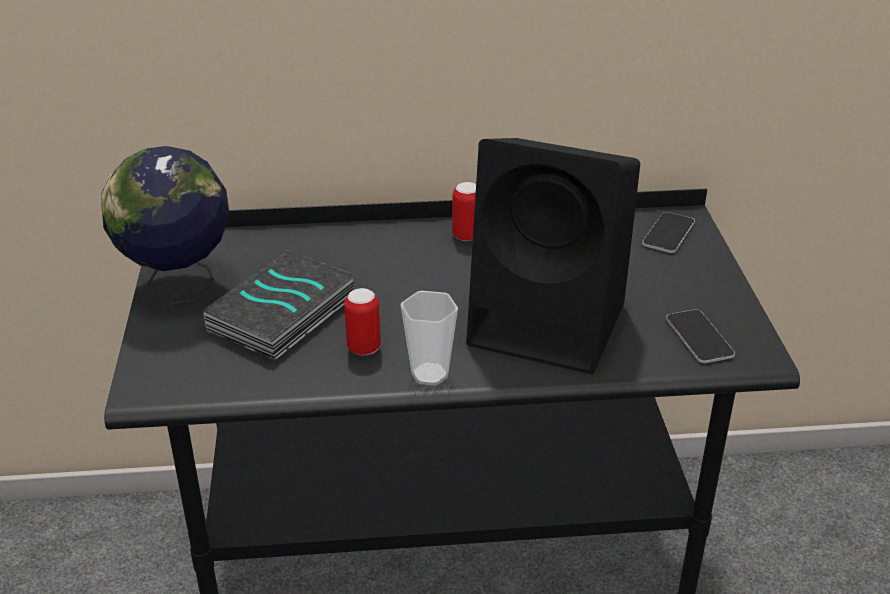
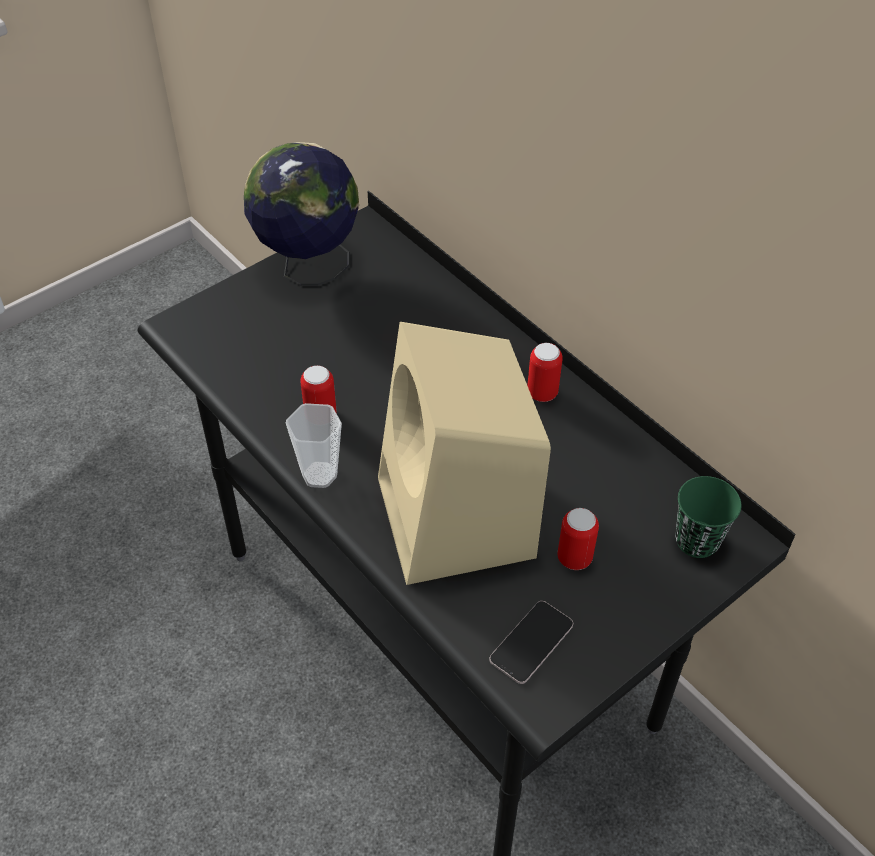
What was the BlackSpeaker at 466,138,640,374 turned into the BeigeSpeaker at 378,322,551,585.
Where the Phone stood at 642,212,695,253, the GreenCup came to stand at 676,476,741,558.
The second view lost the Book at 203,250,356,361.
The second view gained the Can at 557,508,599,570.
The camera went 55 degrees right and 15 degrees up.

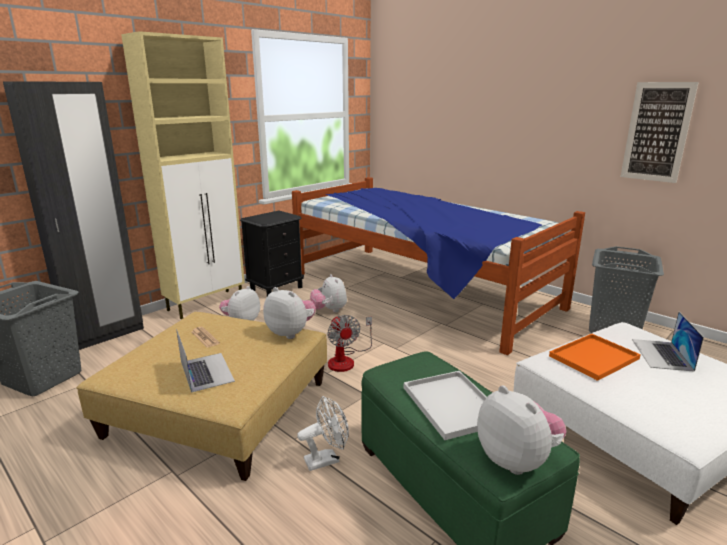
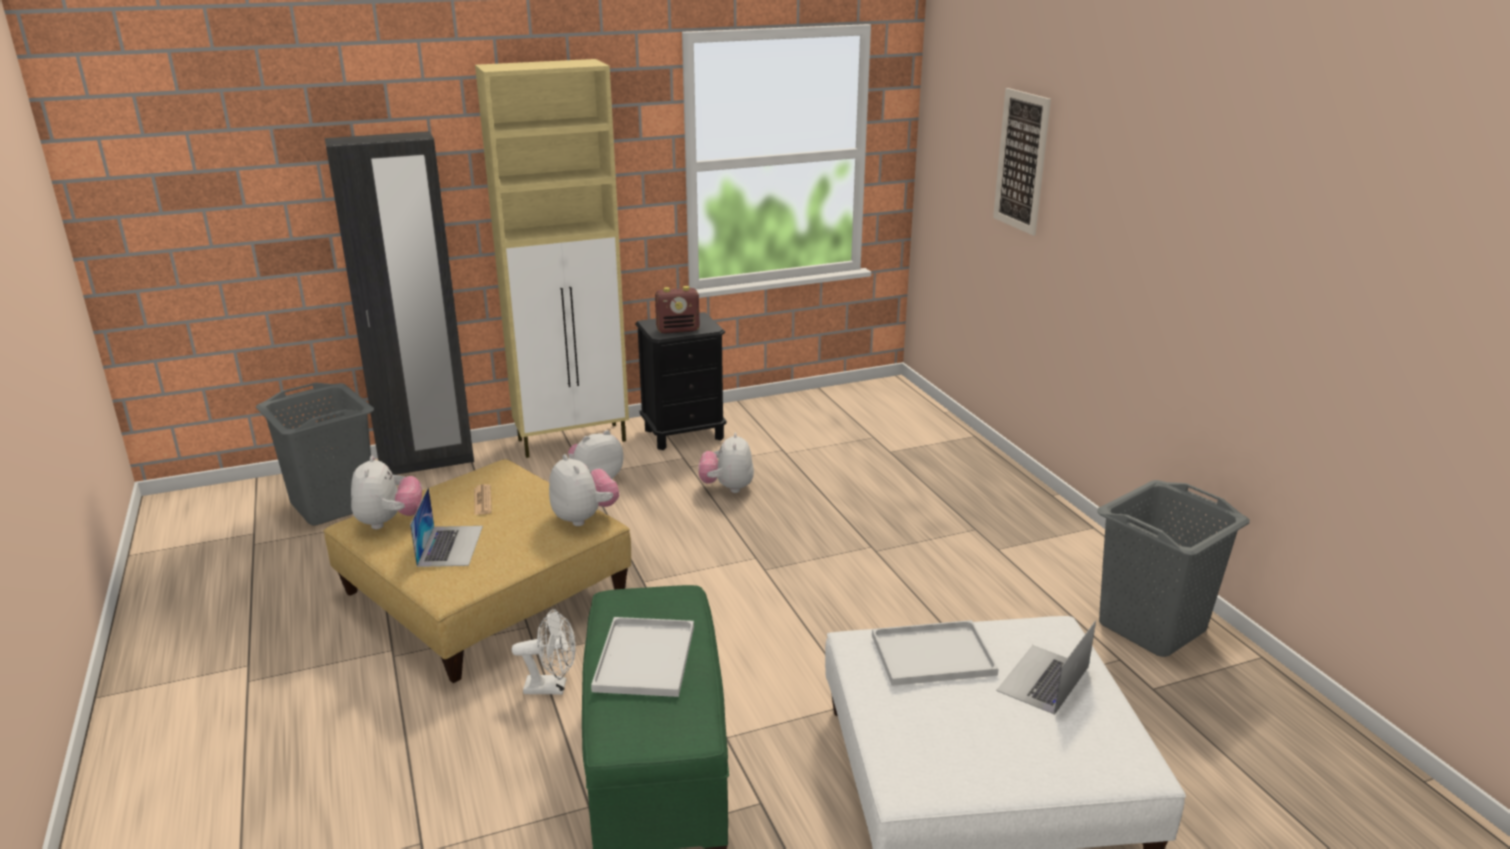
The Picture ended up elsewhere, having gone from 621,82,699,183 to 993,88,1051,236.
The second view lost the Bed at 292,177,585,355.
The second view lost the Fan at 327,315,372,372.
What was the OrangeTray at 549,334,641,381 turned into the WhiteTray at 872,620,999,686.
The PlushToy ended up elsewhere, having gone from 477,385,566,475 to 351,455,422,529.
The second view gained the Radio at 655,286,700,333.
The camera went 25 degrees right and 5 degrees up.

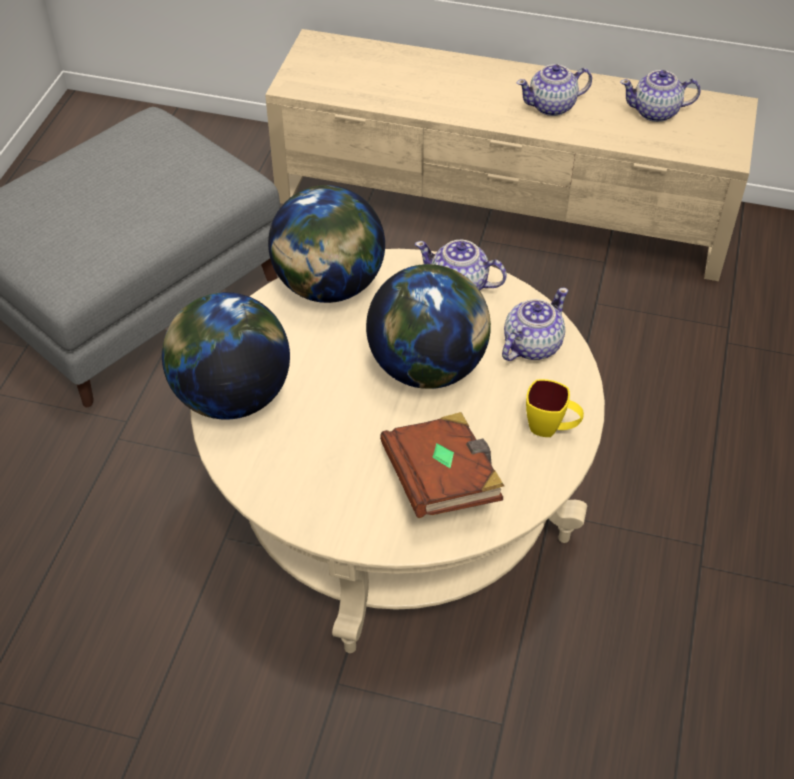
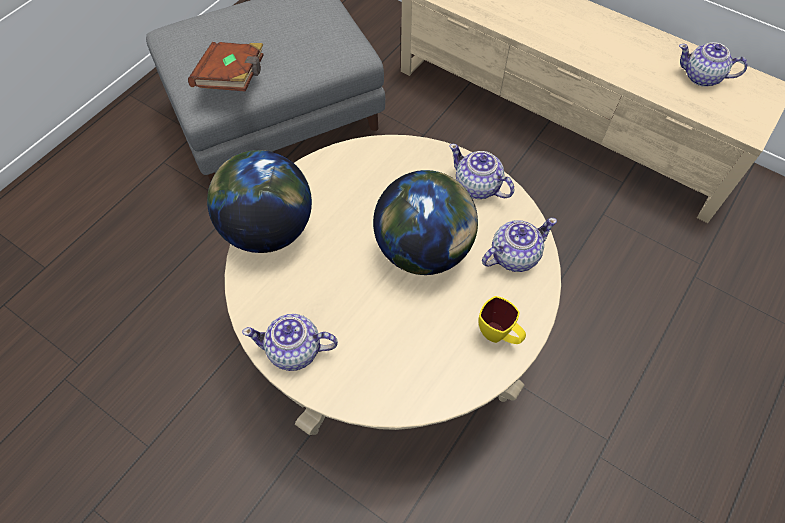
The Teapot ended up elsewhere, having gone from 517,64,592,116 to 242,314,338,371.
The second view lost the Globe at 268,185,385,303.
The BrownBook ended up elsewhere, having gone from 380,412,504,518 to 188,42,264,92.
The camera went 20 degrees right and 10 degrees up.

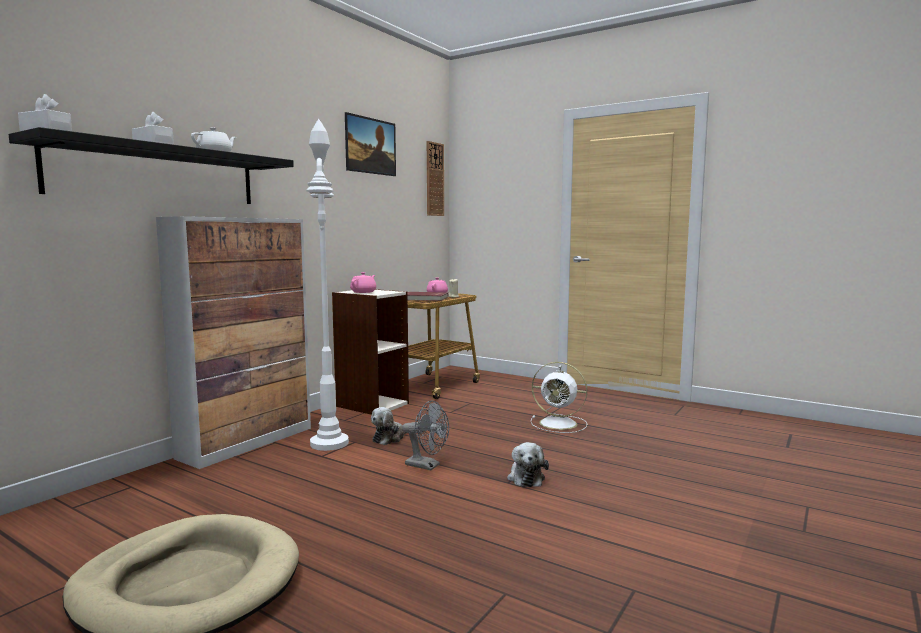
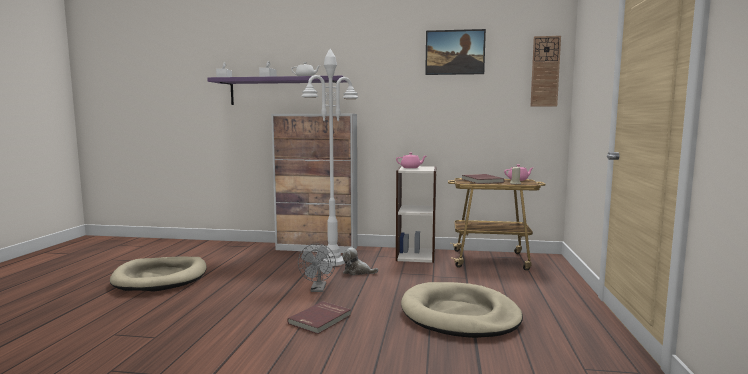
What was the BlackShelf at 9,127,294,204 turned into the PurpleShelf at 207,76,349,105.
Where the WhiteFan stood at 531,362,587,433, the BeigeDogBed came to stand at 401,282,523,338.
Where the PlushToy stood at 507,442,549,487, the RedBook came to stand at 287,301,351,334.
The camera went 65 degrees right and 0 degrees up.

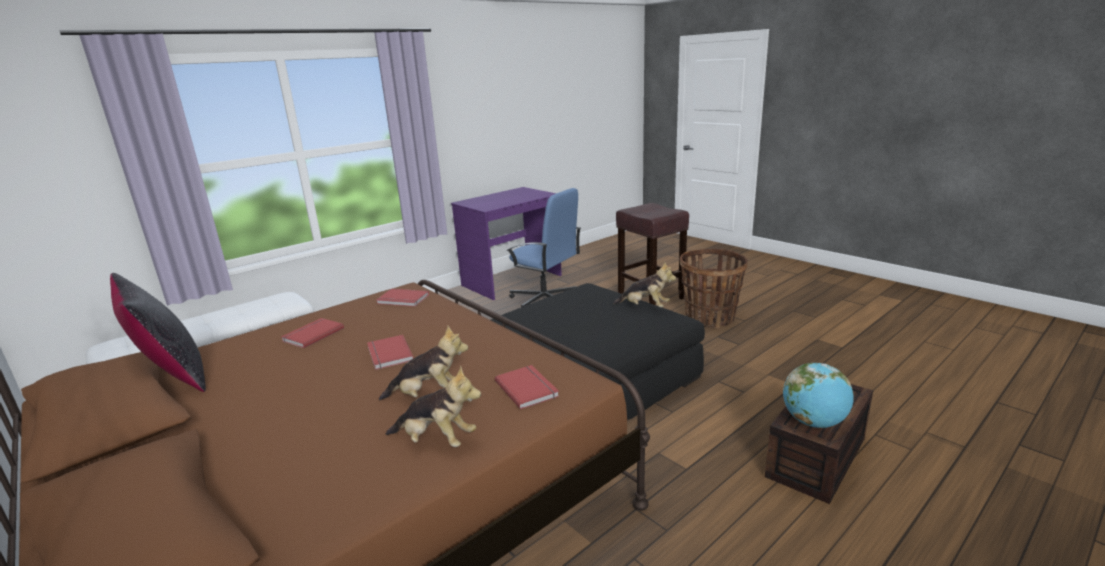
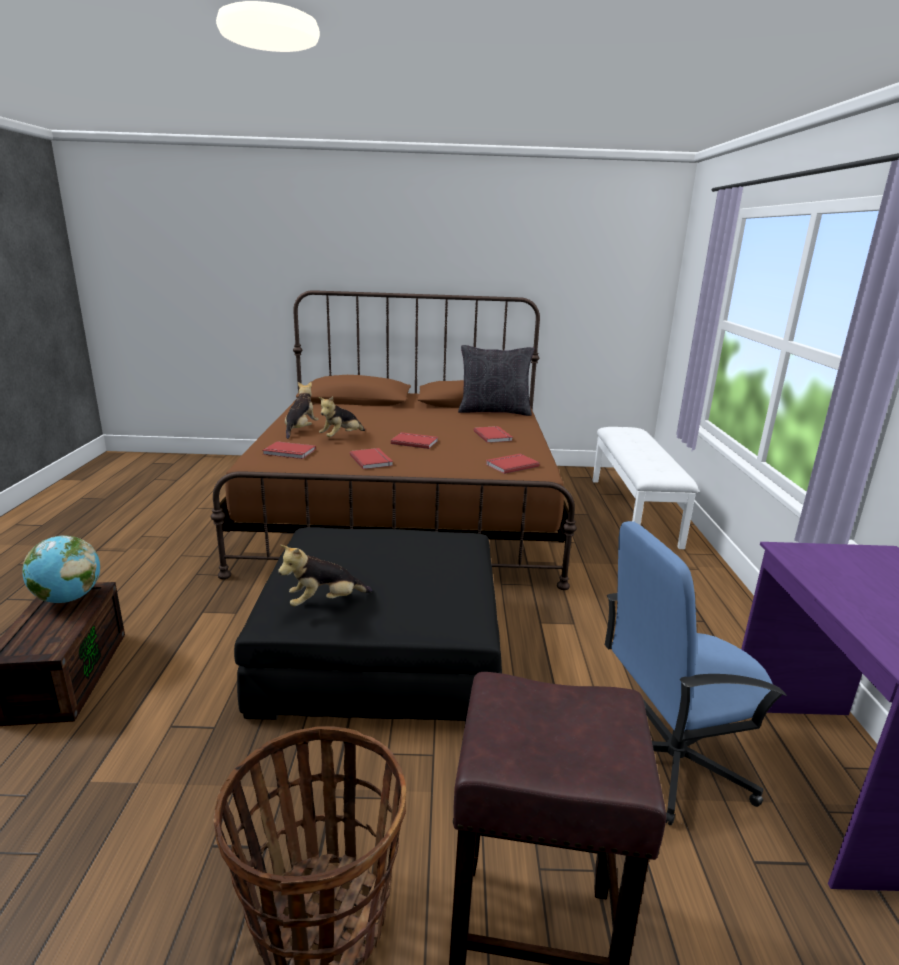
The PlushToy at 386,365,481,447 ended up facing another way, 135 degrees clockwise from before.
The second view gained the RedBook at 350,448,393,469.
The camera went 130 degrees right and 0 degrees up.

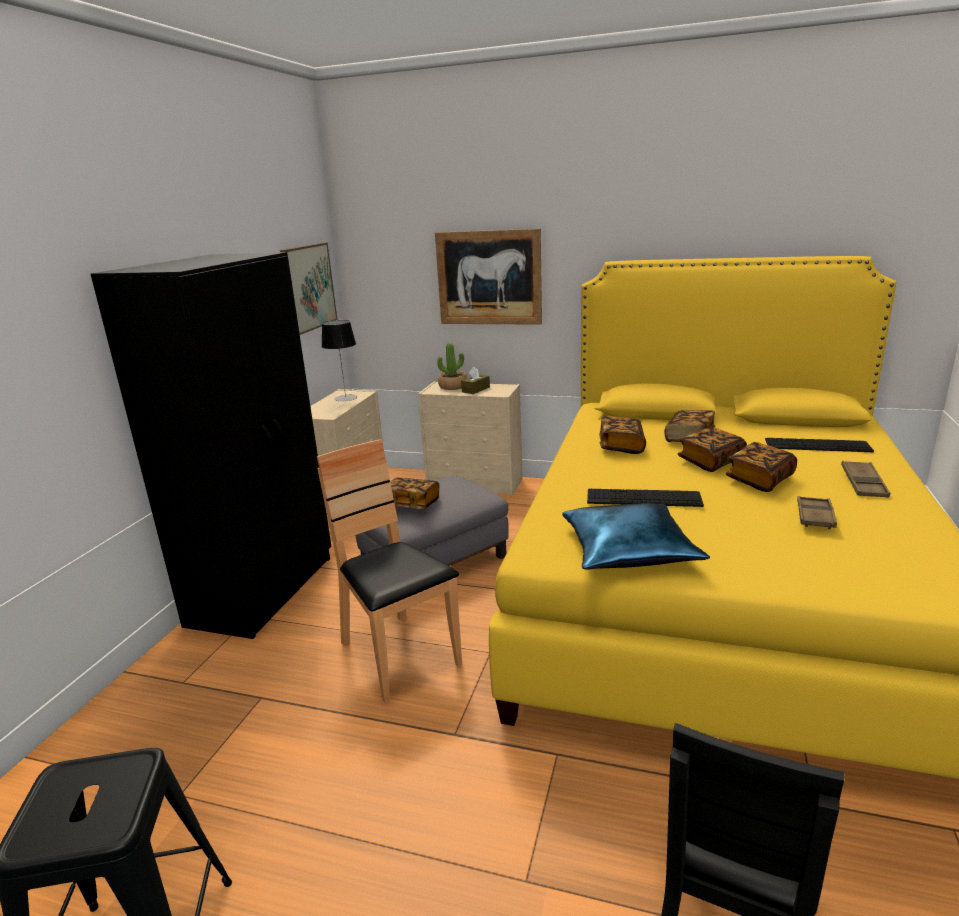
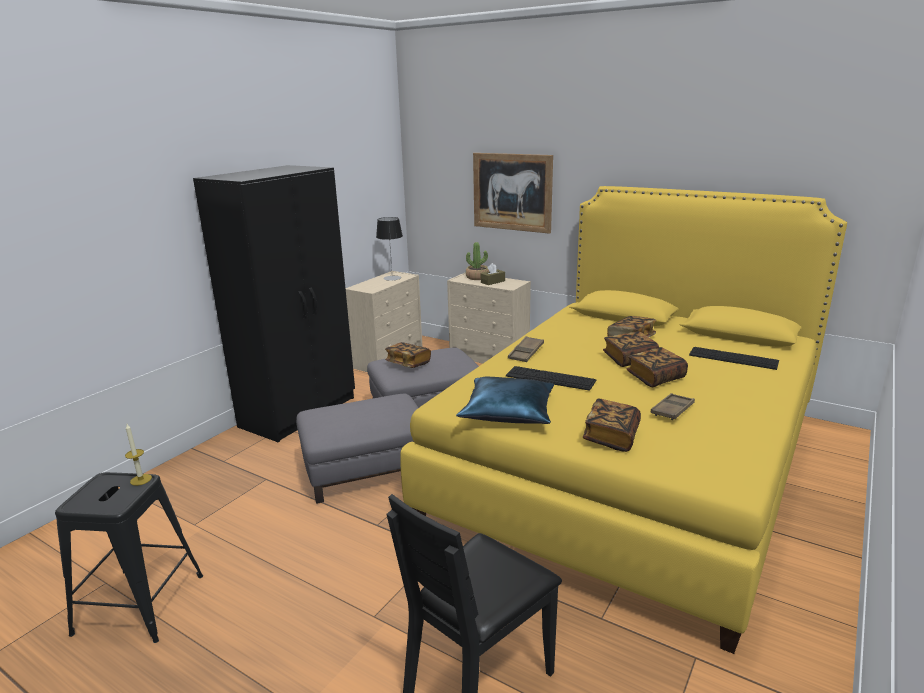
The second view lost the Picture at 280,243,337,335.
The Book ended up elsewhere, having gone from 599,416,646,454 to 583,399,641,452.
Where the BrownChair stood at 317,439,462,703, the GreyOttoman came to stand at 296,394,418,504.
The BrownTray ended up elsewhere, having gone from 841,461,890,497 to 508,336,544,362.
The second view gained the Candle at 125,424,152,486.
The camera went 15 degrees right and 0 degrees up.

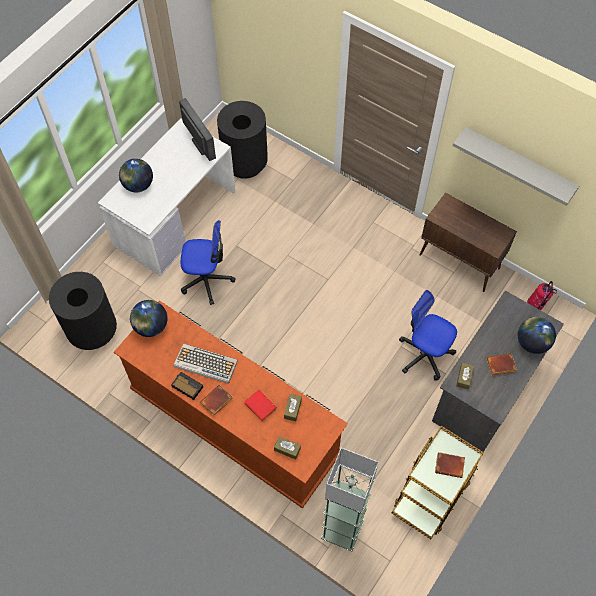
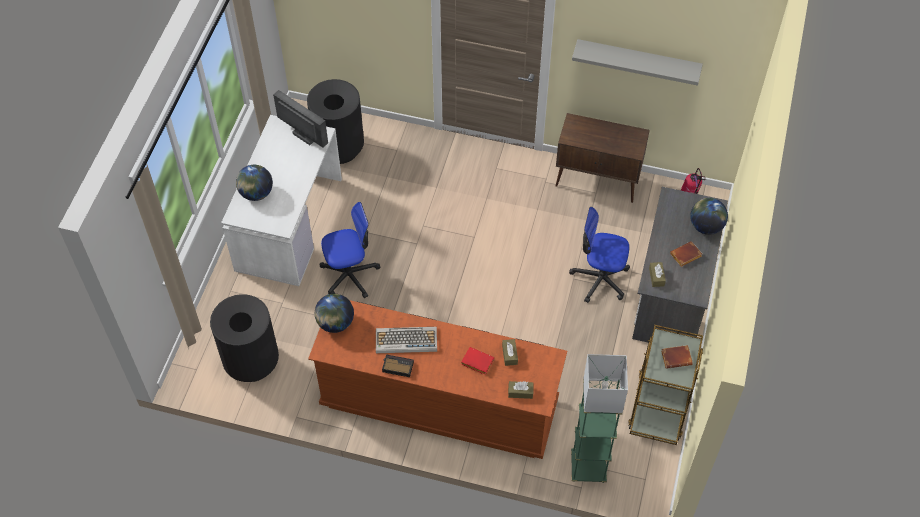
The second view lost the BrownBook at 200,385,233,416.
The camera went 20 degrees left and 5 degrees down.

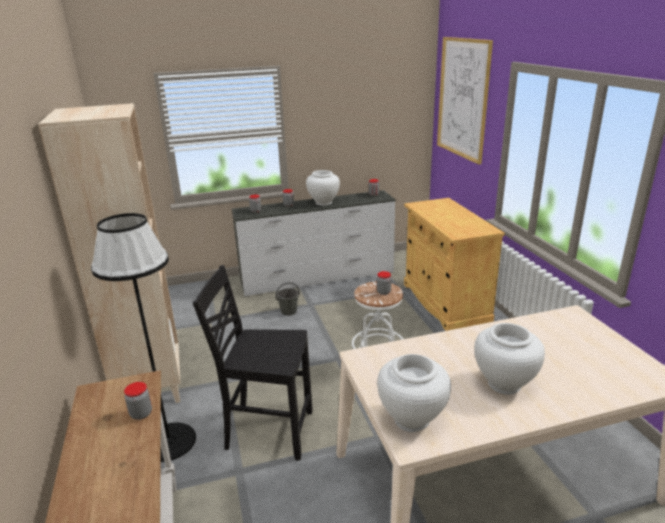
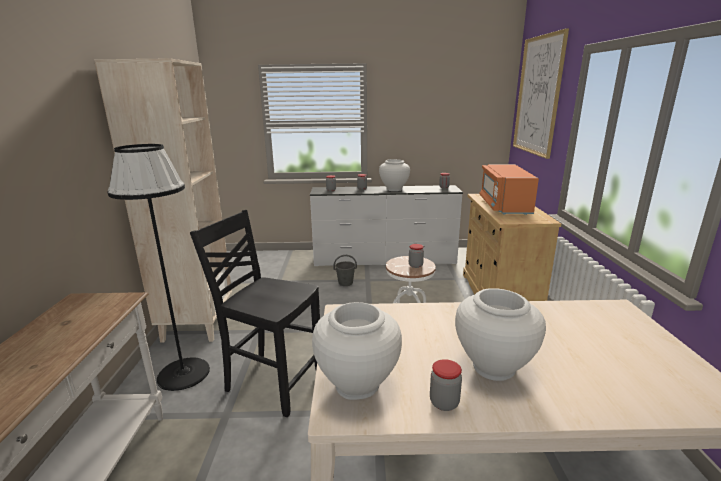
The Jar ended up elsewhere, having gone from 124,382,152,420 to 430,359,462,411.
The second view gained the OrangeMicrowave at 480,164,539,215.
The camera went 15 degrees right and 5 degrees down.

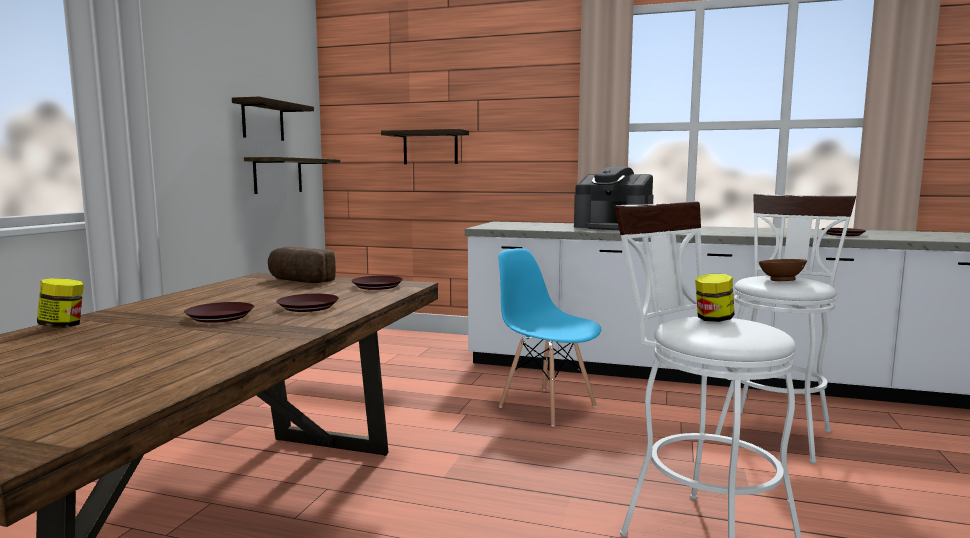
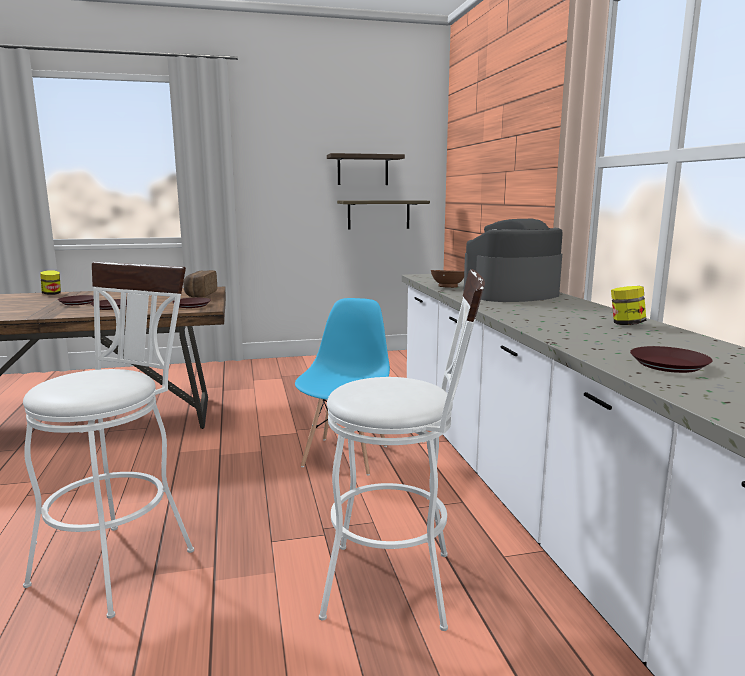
The second view lost the Shelf at 381,129,469,164.
The CoffeeMachine at 574,167,654,230 ended up facing another way, 60 degrees clockwise from before.
The BrownBowl ended up elsewhere, having gone from 759,259,807,281 to 431,270,464,288.
The Jar ended up elsewhere, having gone from 695,274,734,322 to 611,286,646,325.
The camera went 60 degrees right and 5 degrees up.

